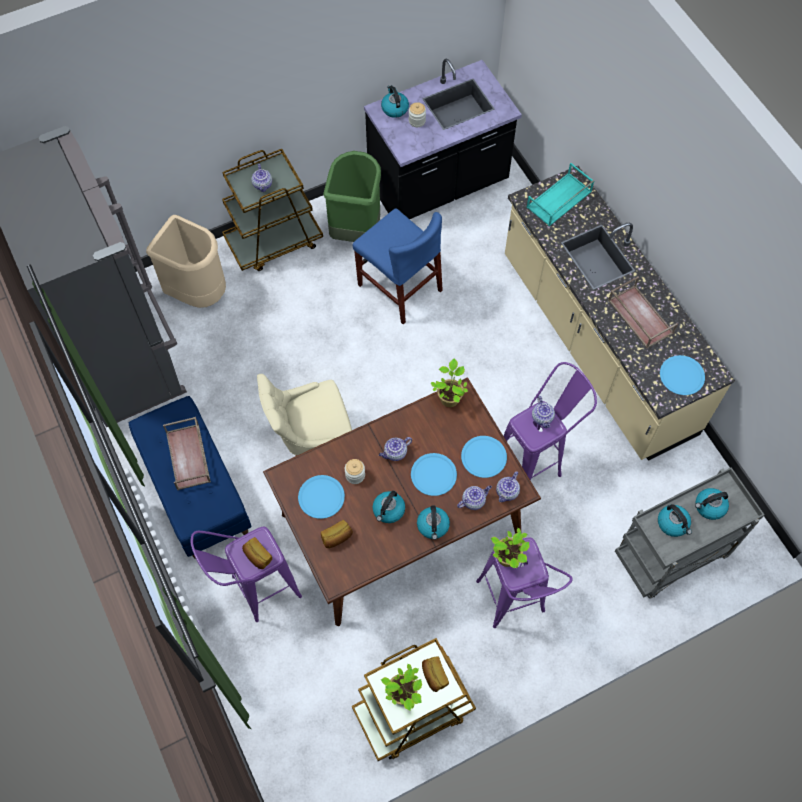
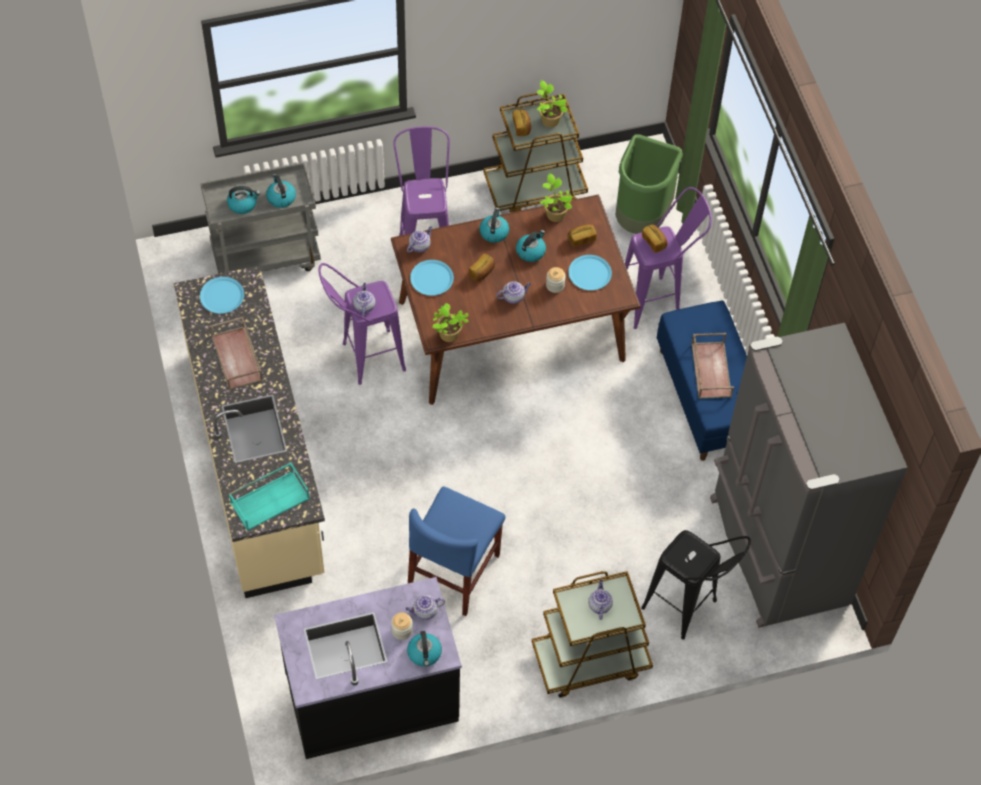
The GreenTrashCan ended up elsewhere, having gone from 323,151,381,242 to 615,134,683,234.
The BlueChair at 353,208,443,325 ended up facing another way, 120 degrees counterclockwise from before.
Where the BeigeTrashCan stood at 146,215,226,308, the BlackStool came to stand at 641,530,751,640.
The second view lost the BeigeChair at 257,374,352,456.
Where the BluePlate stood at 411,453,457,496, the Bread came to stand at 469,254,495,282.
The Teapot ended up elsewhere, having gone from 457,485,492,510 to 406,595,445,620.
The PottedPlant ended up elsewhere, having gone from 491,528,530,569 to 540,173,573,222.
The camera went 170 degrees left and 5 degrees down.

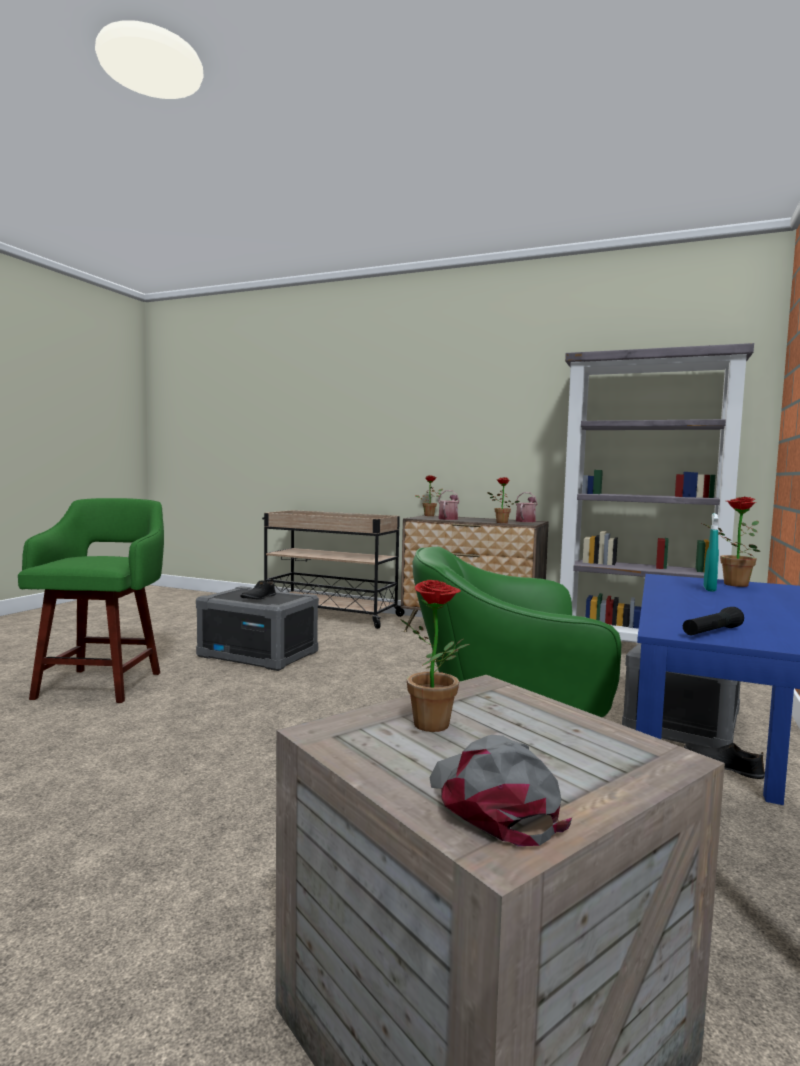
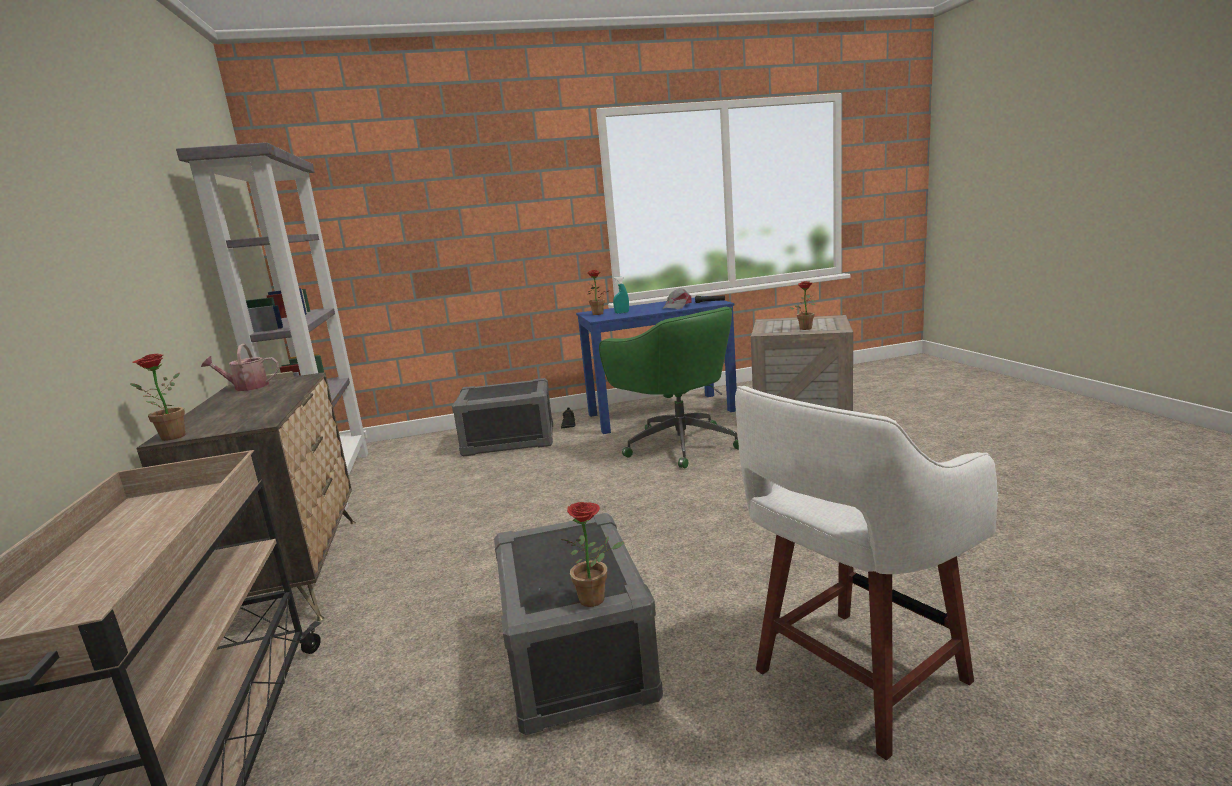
The PottedPlant ended up elsewhere, having gone from 488,477,520,523 to 561,502,624,607.
The second view lost the WateringCan at 438,490,459,520.
What was the GreenStool at 18,498,164,703 turned into the WhiteStool at 735,386,998,760.
The second view lost the BlackShoe at 240,579,276,600.
The GreyCap ended up elsewhere, having gone from 430,735,572,846 to 662,288,692,309.
The camera went 125 degrees left and 10 degrees up.

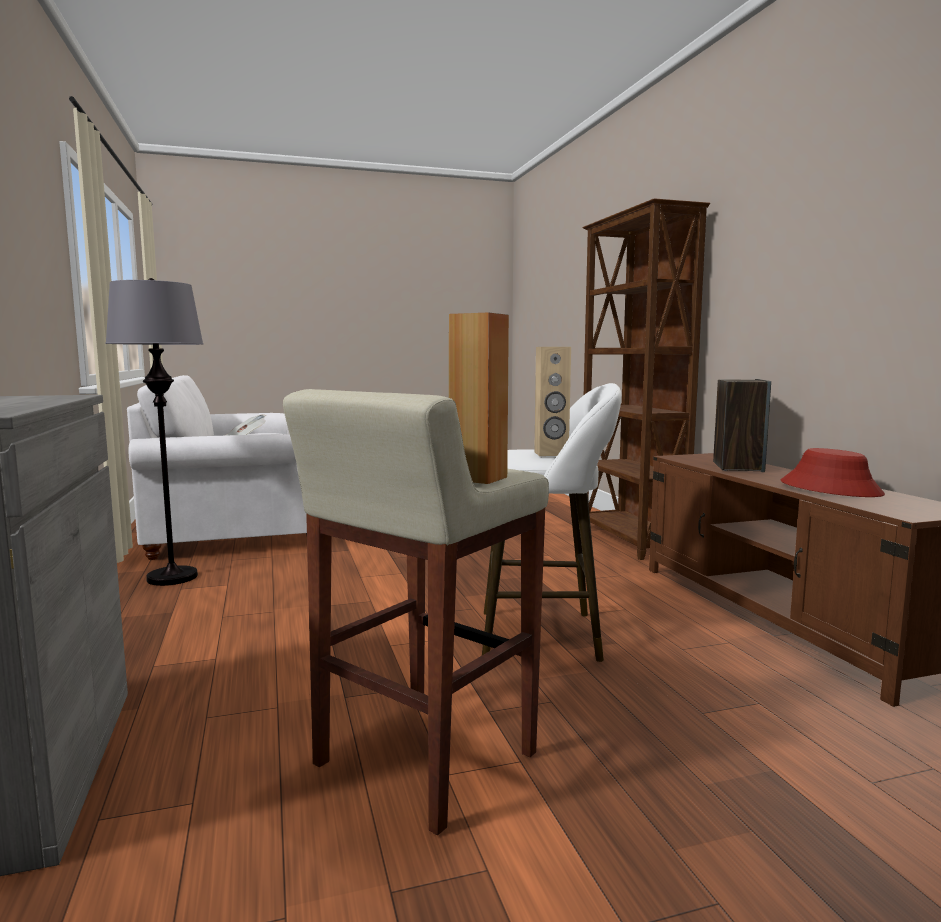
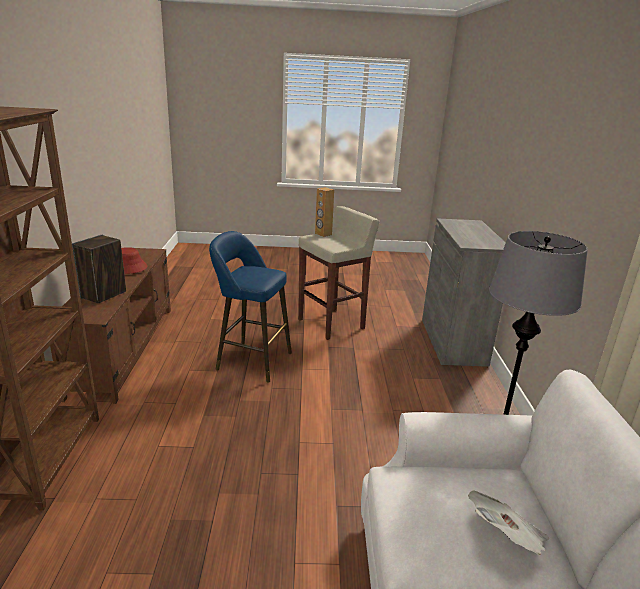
The second view lost the BeigeSpeaker at 534,347,571,456.
What was the WhiteStool at 482,383,622,662 turned into the BlueStool at 209,231,292,383.
The camera went 165 degrees left and 15 degrees up.

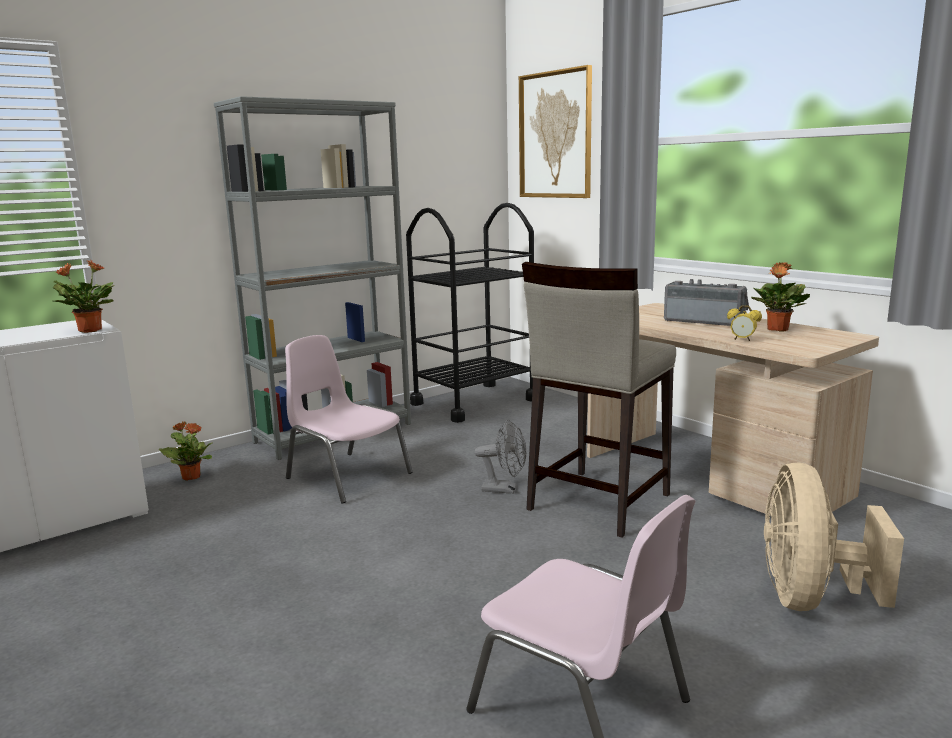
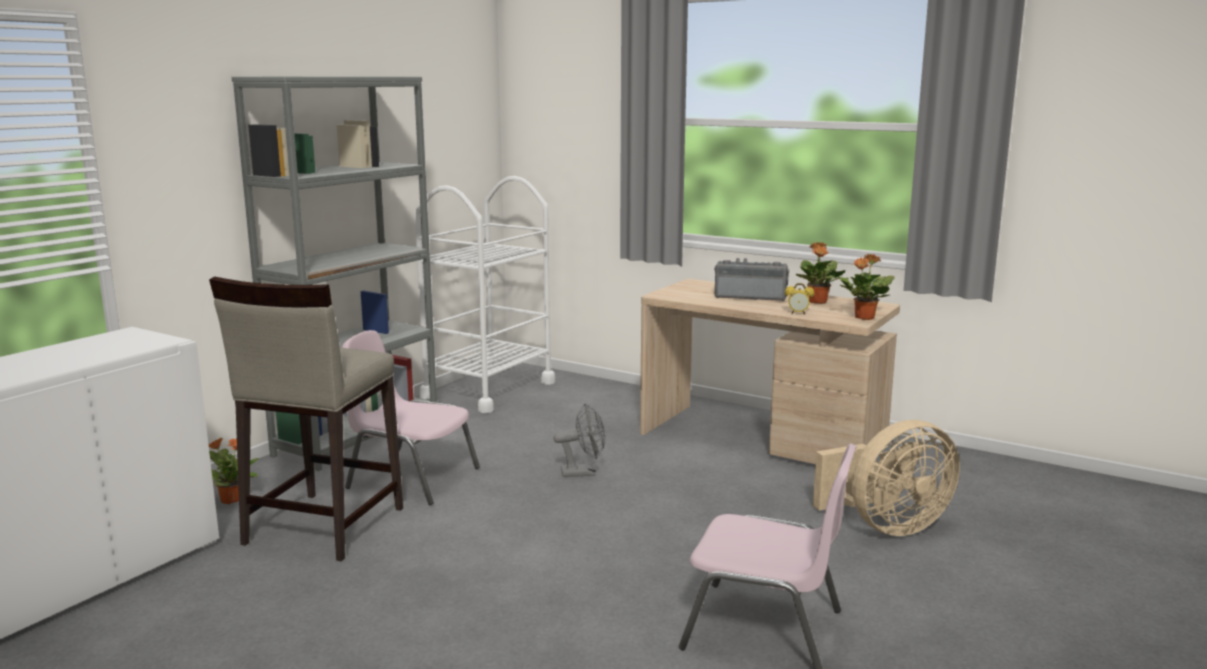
The second view lost the Picture at 519,65,592,198.
What was the BlackCart at 406,203,534,423 turned into the WhiteCart at 415,176,555,413.
The PottedPlant ended up elsewhere, having gone from 53,260,115,333 to 838,254,895,320.
The BeigeStool ended up elsewhere, having gone from 522,262,676,537 to 209,276,403,561.
The BeigeFan at 764,462,904,611 ended up facing another way, 105 degrees counterclockwise from before.
The camera went 20 degrees left and 0 degrees up.

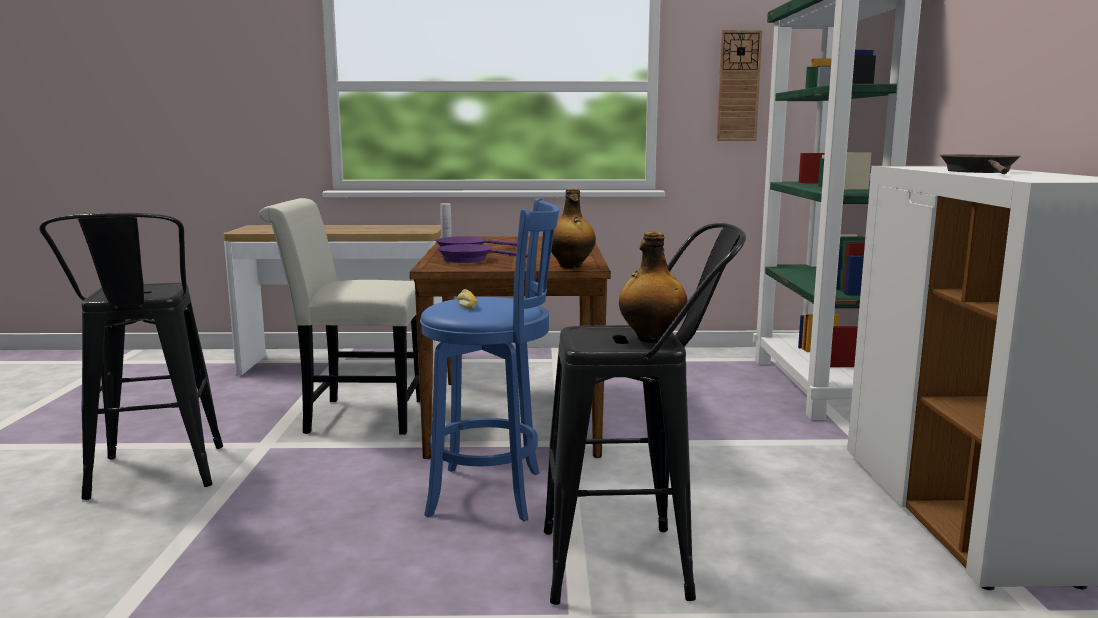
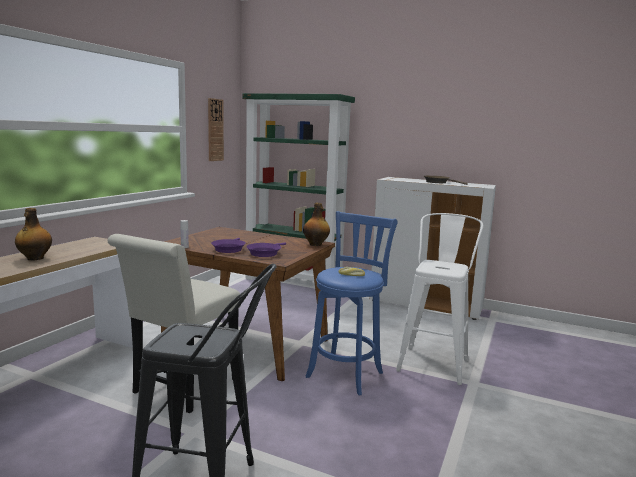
What was the BlackStool at 544,223,746,605 turned into the WhiteStool at 396,213,484,385.
The Bottle ended up elsewhere, having gone from 619,232,688,343 to 15,208,52,261.
The camera went 65 degrees left and 0 degrees up.

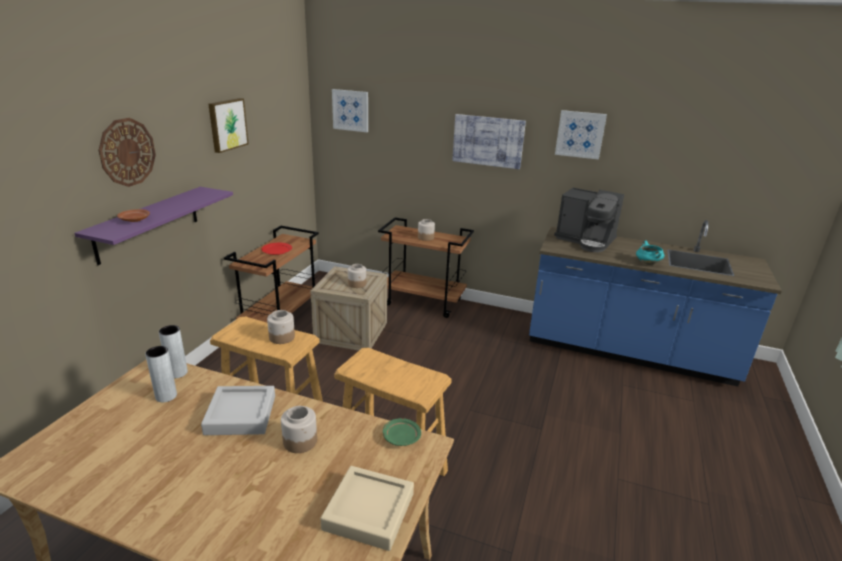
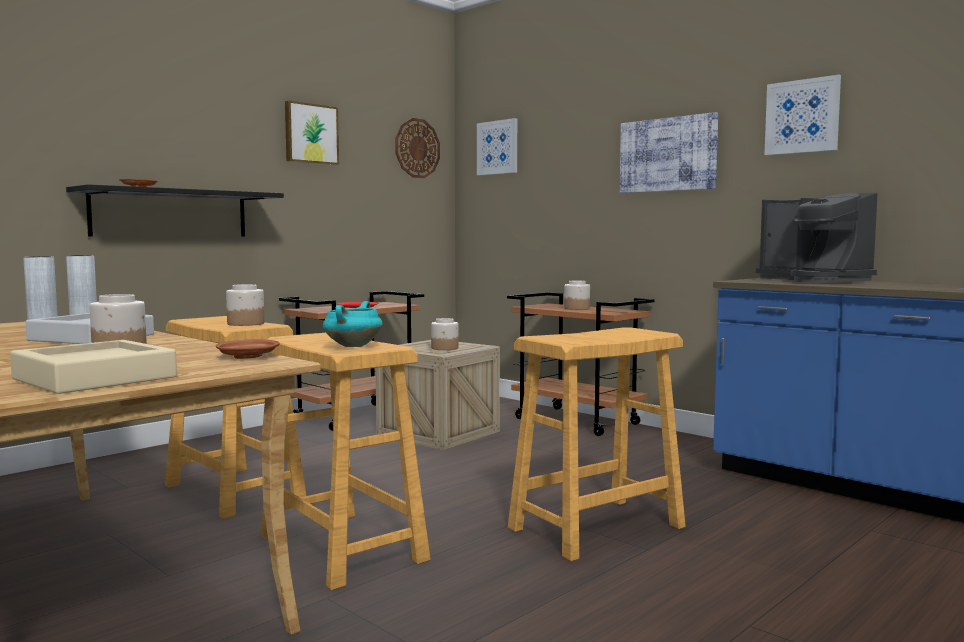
The WallClock ended up elsewhere, having gone from 99,118,156,187 to 395,118,440,178.
What was the PurpleShelf at 74,187,233,265 turned into the BlackShelf at 66,184,284,237.
The TurquoiseCookingPot ended up elsewhere, having gone from 636,241,664,265 to 323,301,383,347.
What was the GreenPlate at 383,418,421,446 turned into the BrownPlate at 216,339,280,359.
The second view gained the BeigeStool at 508,328,686,561.
The camera went 25 degrees right and 20 degrees down.

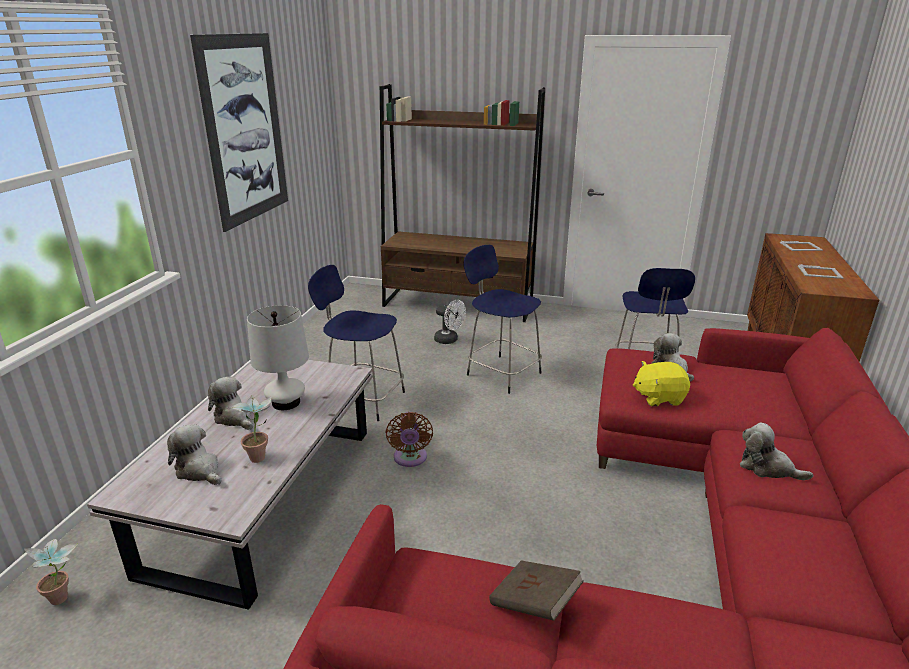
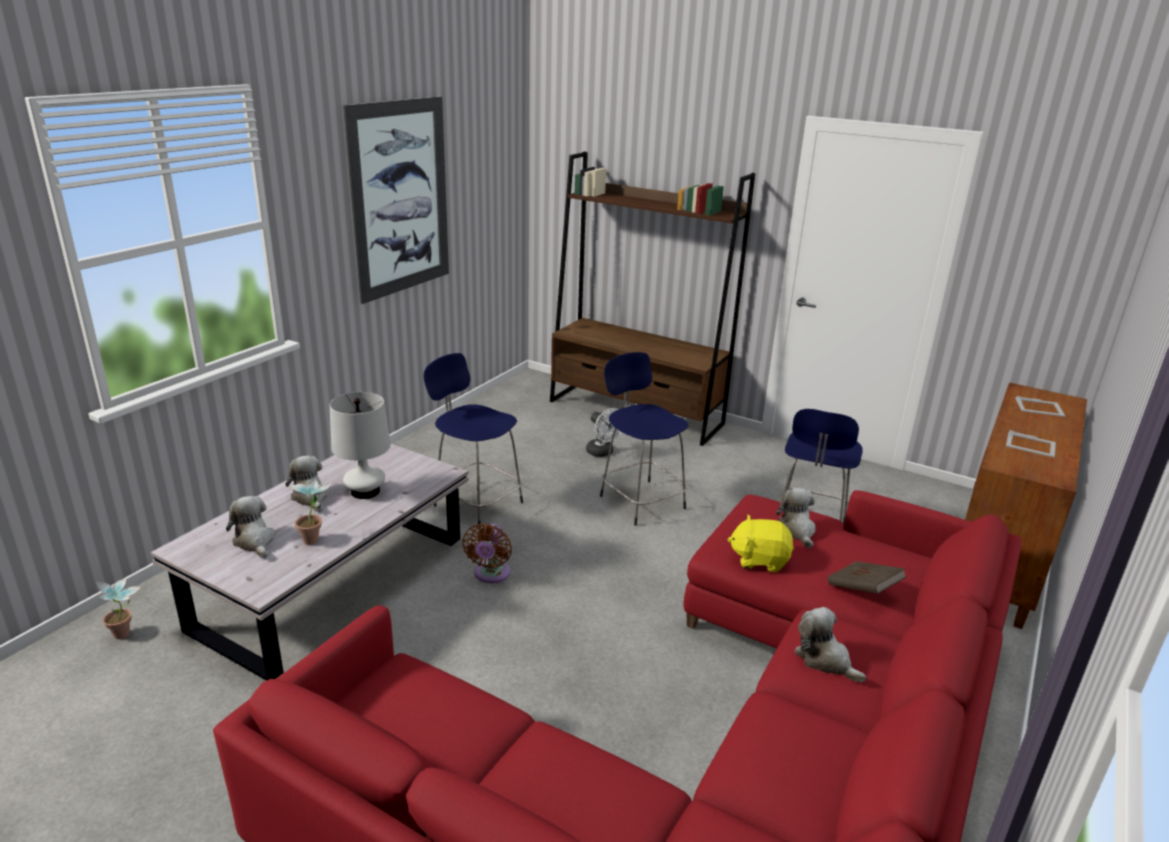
The BrownBook ended up elsewhere, having gone from 489,560,584,621 to 828,561,907,594.
The camera went 15 degrees right and 0 degrees up.

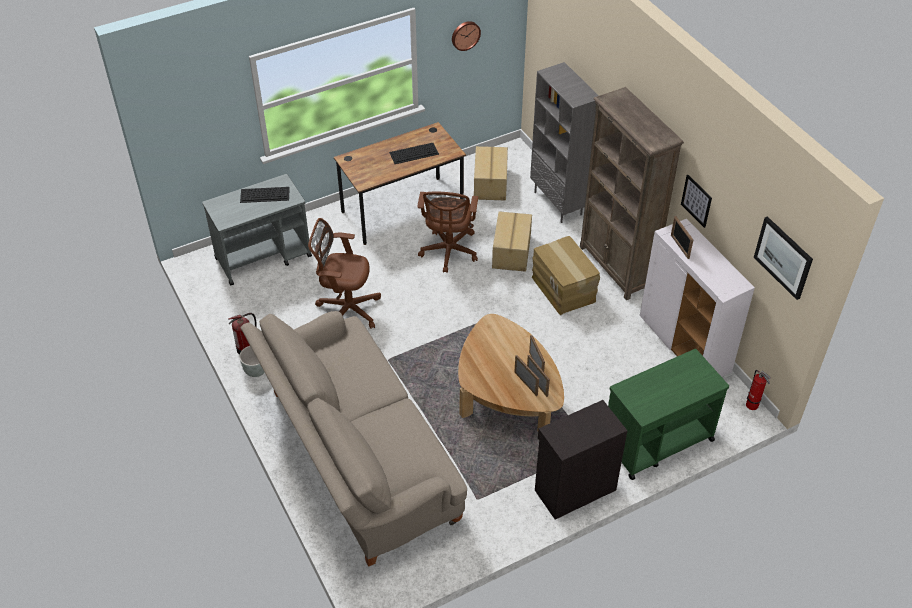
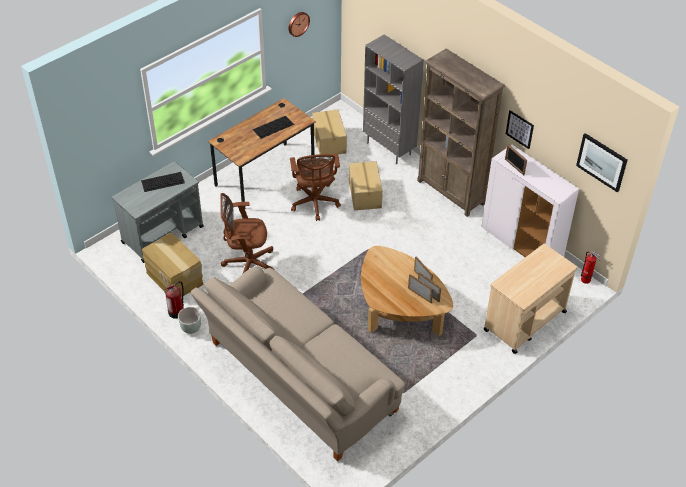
The CardboardBox ended up elsewhere, having gone from 532,236,600,315 to 142,233,203,297.
What was the GreenCart at 608,349,729,480 turned into the BeigeCart at 483,243,577,354.
The second view lost the BlackCabinet at 535,400,627,520.
The camera went 15 degrees left and 0 degrees up.

